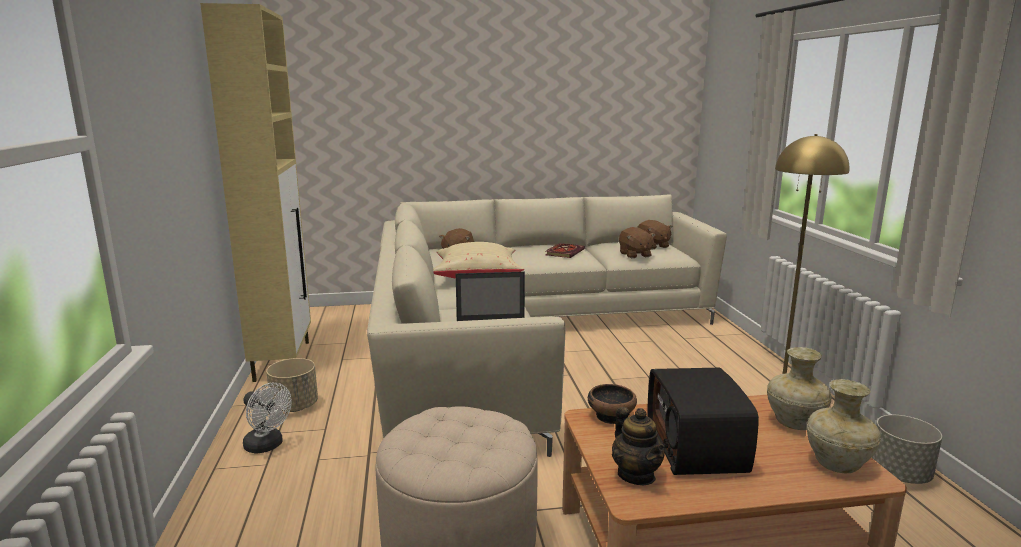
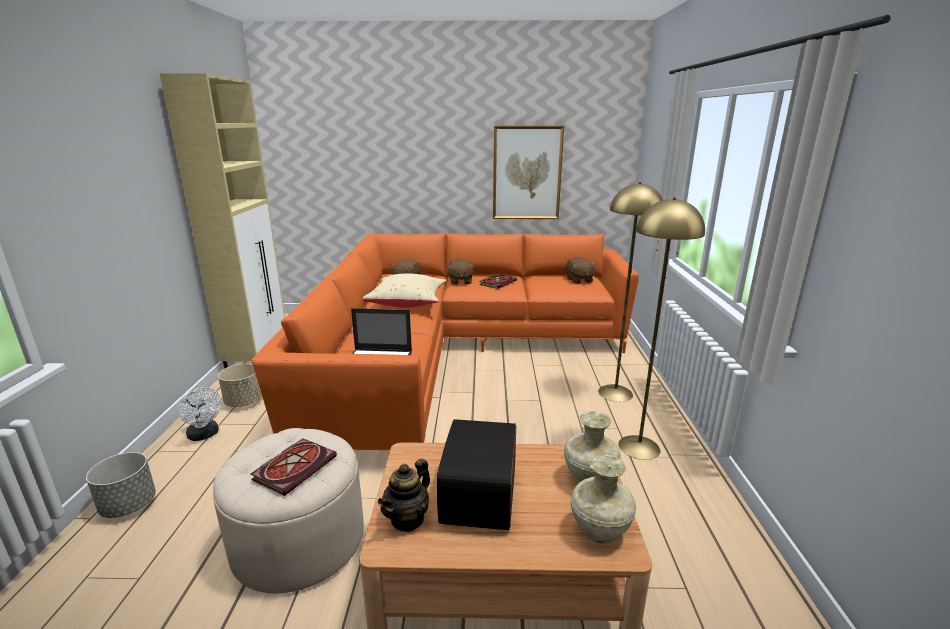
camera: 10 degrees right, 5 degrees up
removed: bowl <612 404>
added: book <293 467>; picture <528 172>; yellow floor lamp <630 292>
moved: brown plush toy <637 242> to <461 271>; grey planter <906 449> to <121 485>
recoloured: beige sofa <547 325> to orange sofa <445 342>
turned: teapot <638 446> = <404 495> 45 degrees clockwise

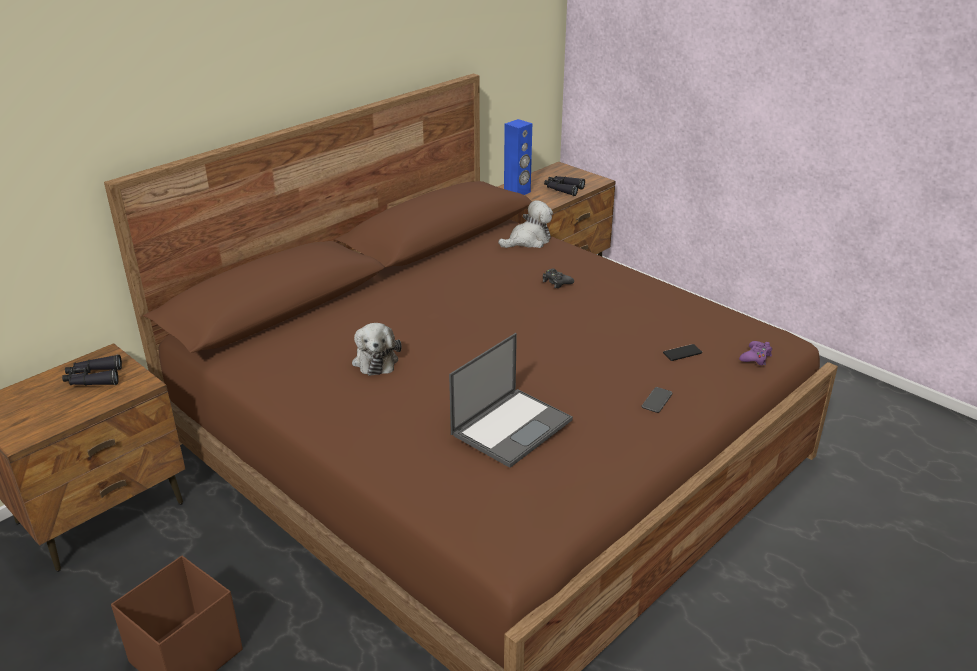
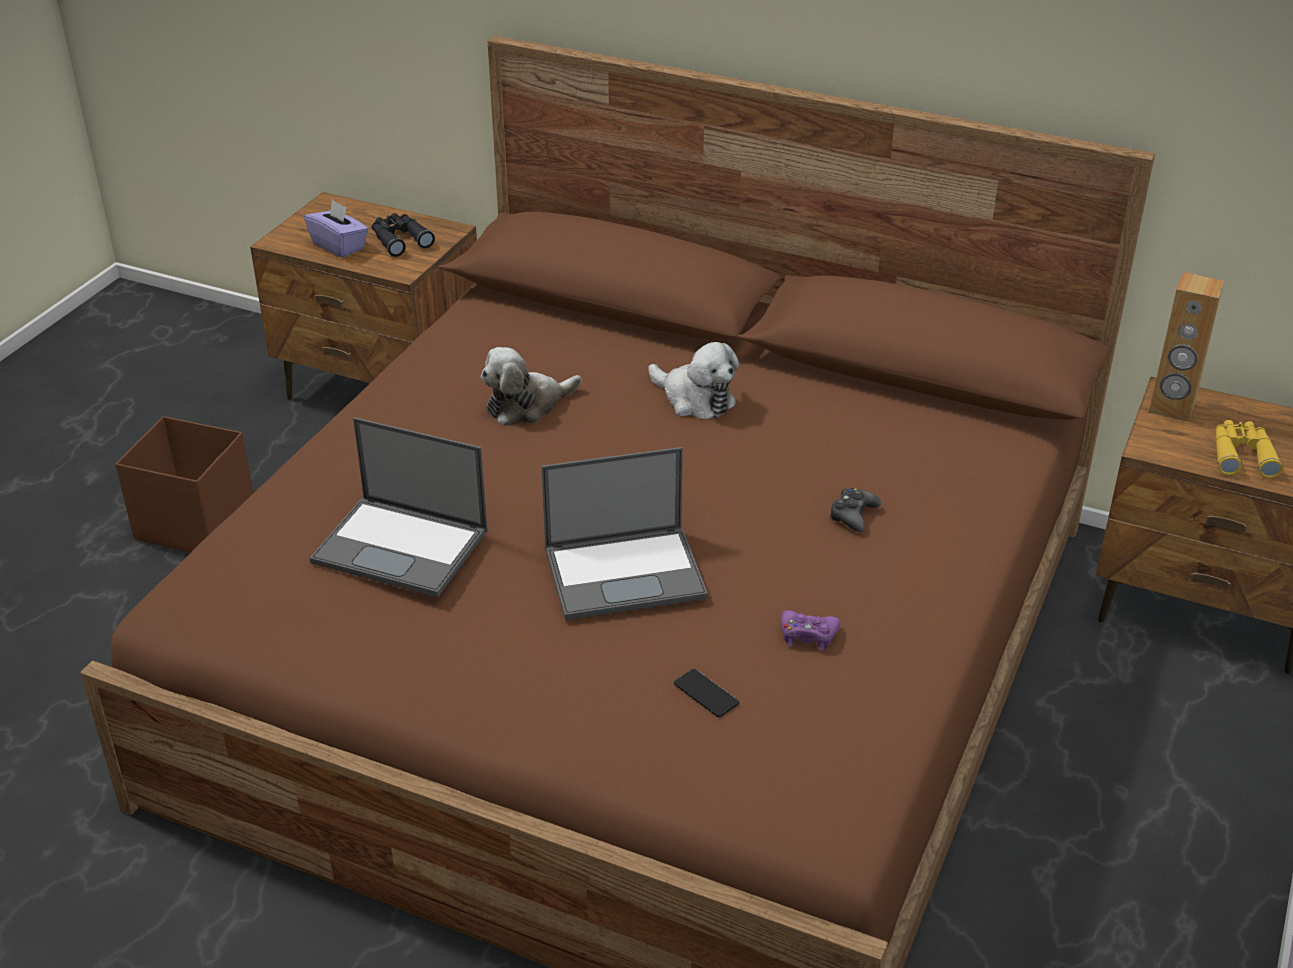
camera: 70 degrees right, 5 degrees up
removed: phone <657 400>
added: purple tissue box <336 229>; laptop <624 533>
moved: plush toy <525 224> to <693 380>; purple game controller <755 353> to <810 630>
recoloured: blue speaker <518 157> to brown speaker <1186 347>; black binoculars <564 186> to yellow binoculars <1249 449>

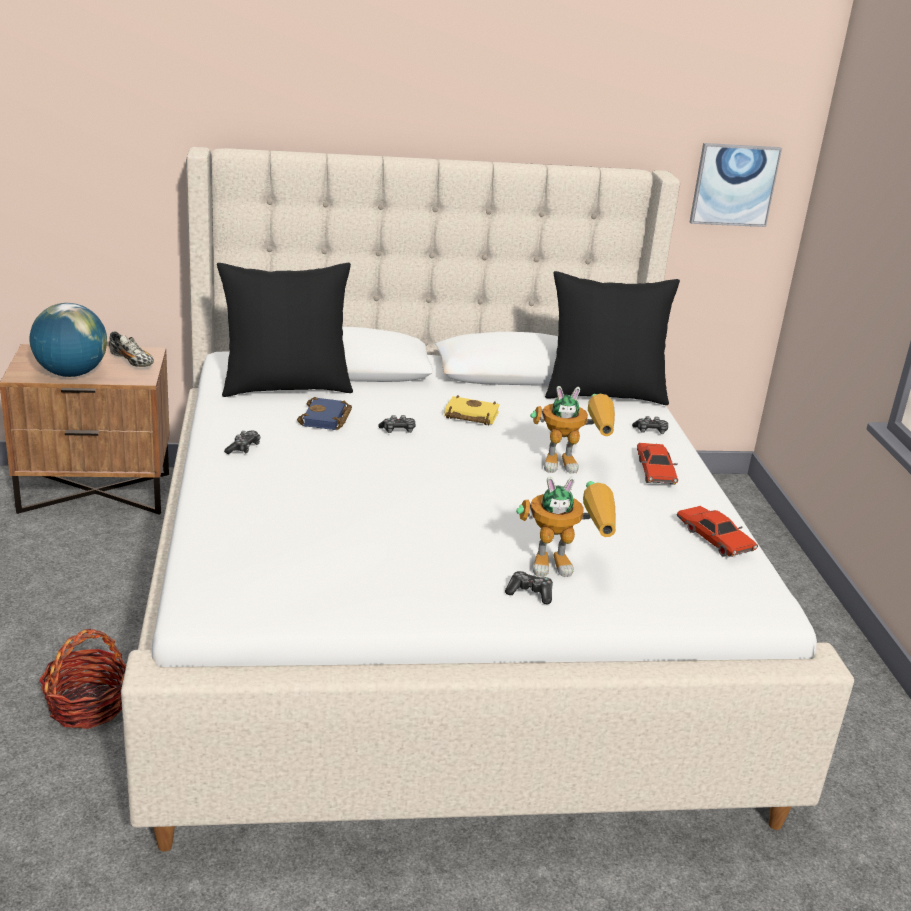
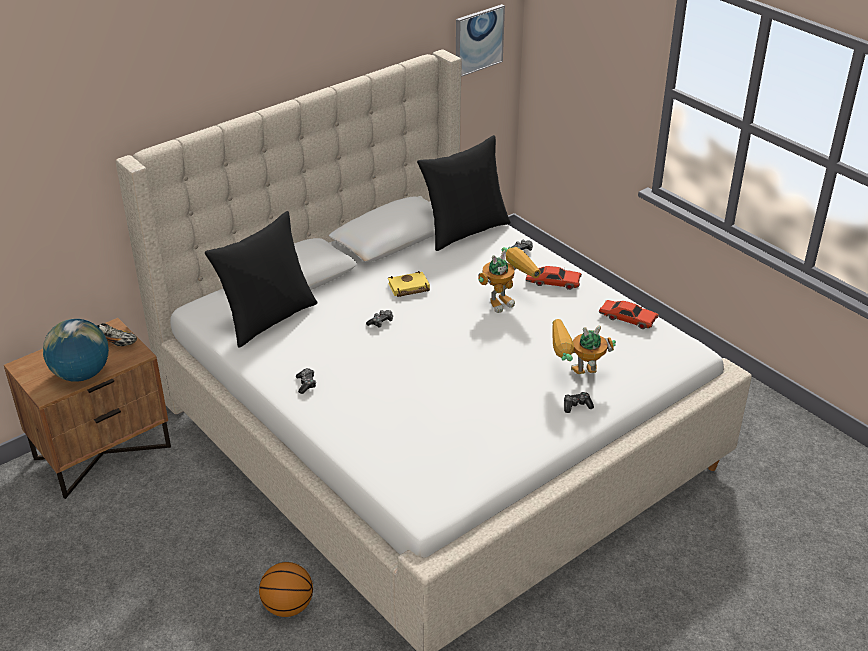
camera: 30 degrees left, 10 degrees up
removed: blue book <324 413>
replaced: basket <82 679> to basketball <286 589>
turned: toy robot <566 526> = <584 346> 150 degrees counterclockwise; red toy car <657 464> = <554 278> 45 degrees counterclockwise

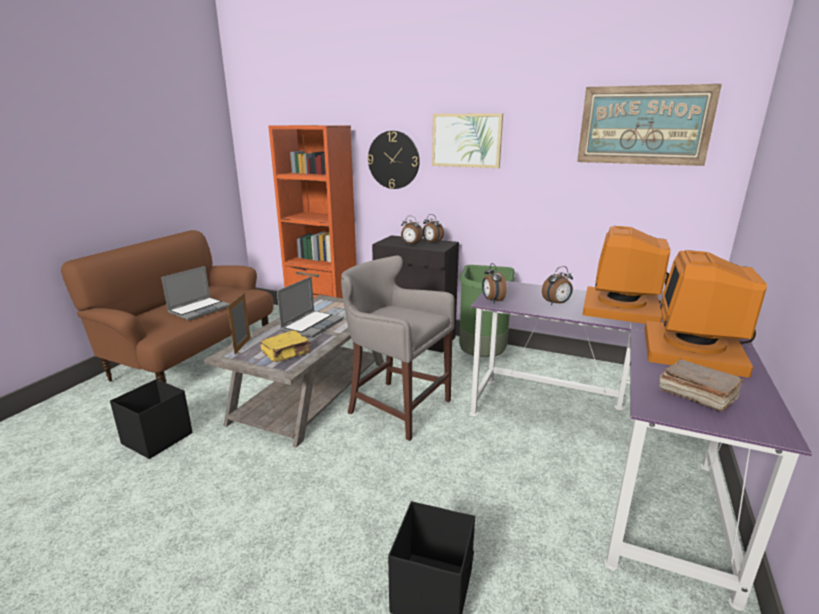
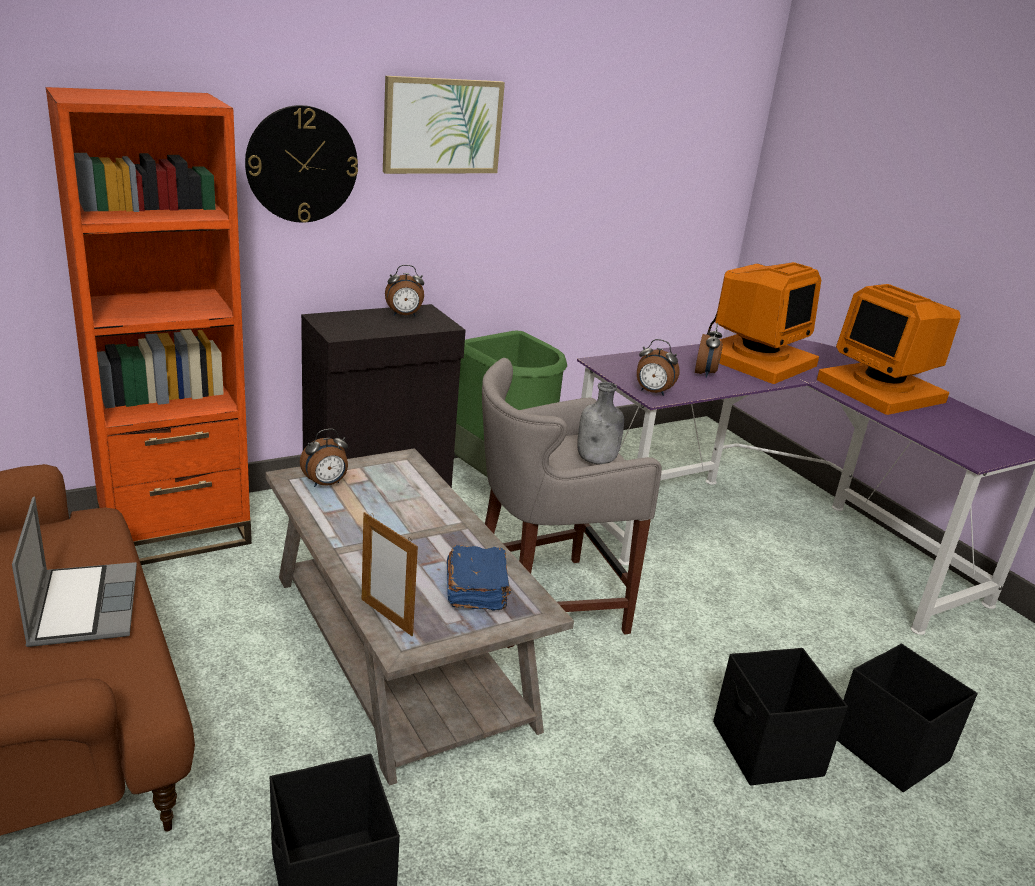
camera: 55 degrees left, 5 degrees up
removed: laptop <310 307>; picture <649 125>; brown book <701 385>
added: grey bottle <600 423>; black storage box <780 717>
moved: alarm clock <412 230> to <324 458>
recoloured: yellow book <285 346> to blue book <479 578>
turned: monitor <626 275> = <764 323> 105 degrees counterclockwise

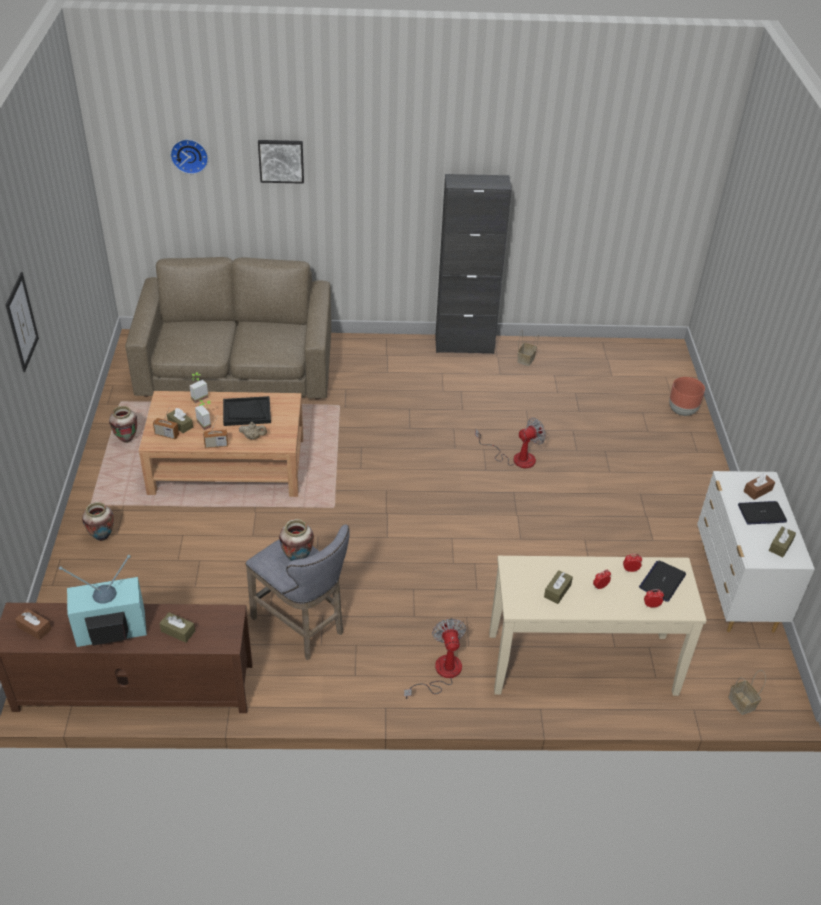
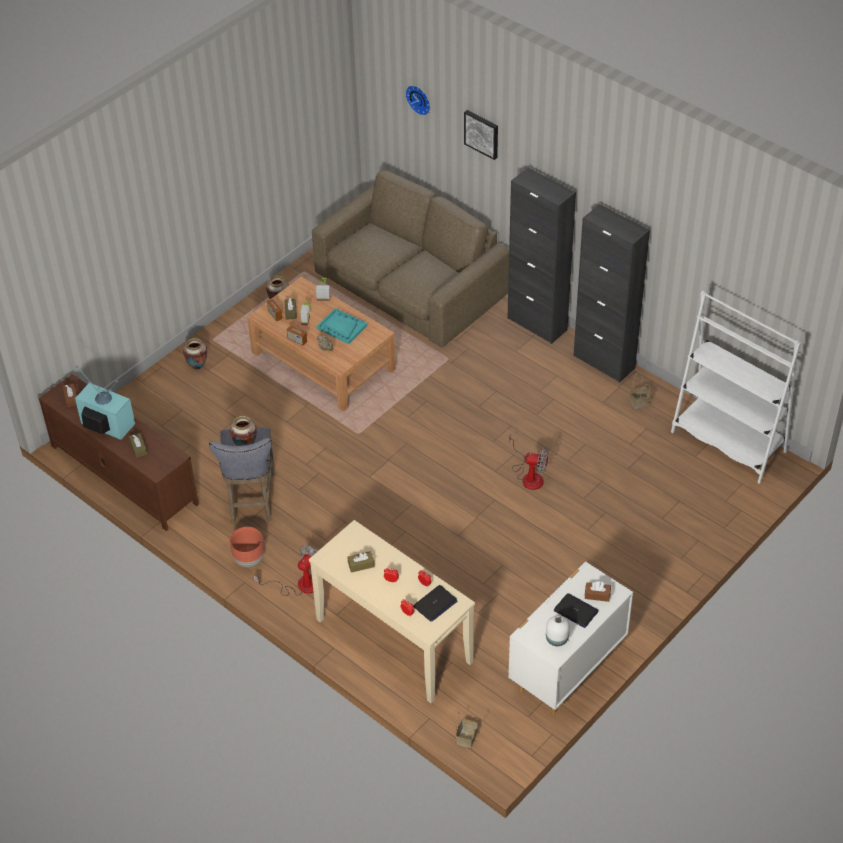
camera: 45 degrees right, 5 degrees up
removed: picture <22 322>
added: black cabinet <541 256>; white bookcase <736 387>
moved: brown planter <687 396> to <247 547>
replaced: brown tissue box <782 542> to white vase <558 630>
recoloured: black tray <247 411> to turquoise tray <342 326>
turned: laptop <662 581> = <435 603> 150 degrees clockwise

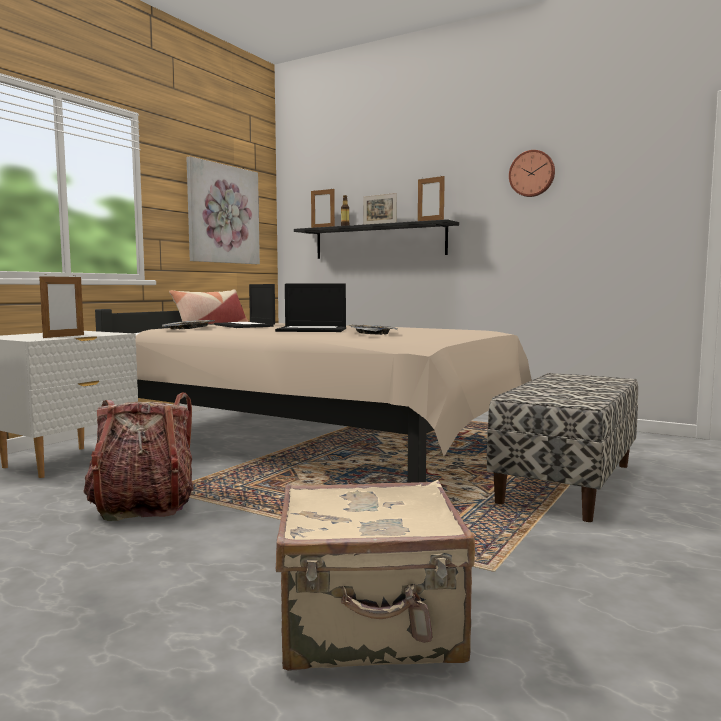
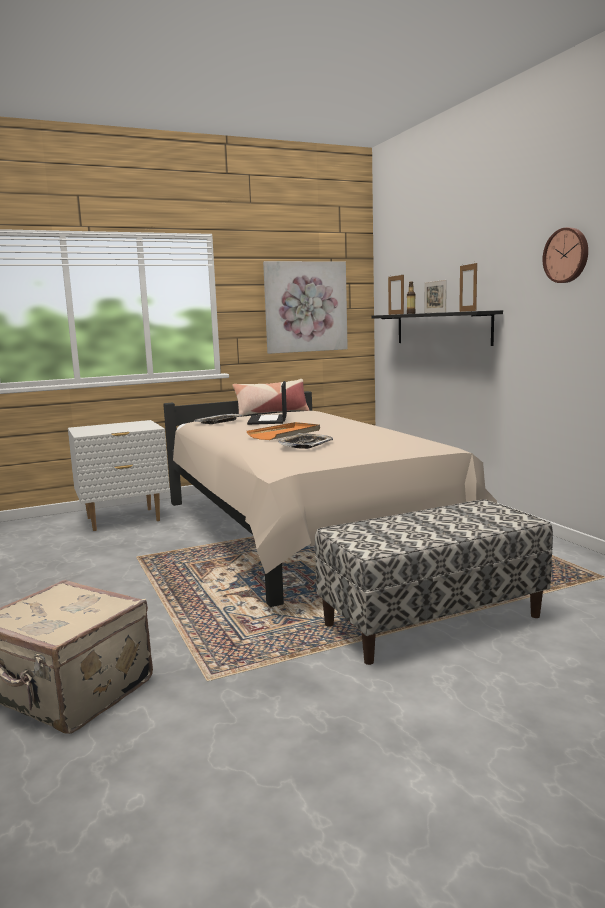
camera: 35 degrees right, 5 degrees up
removed: picture frame <61 306>; backpack <139 456>
replaced: laptop <310 308> to orange tray <283 431>

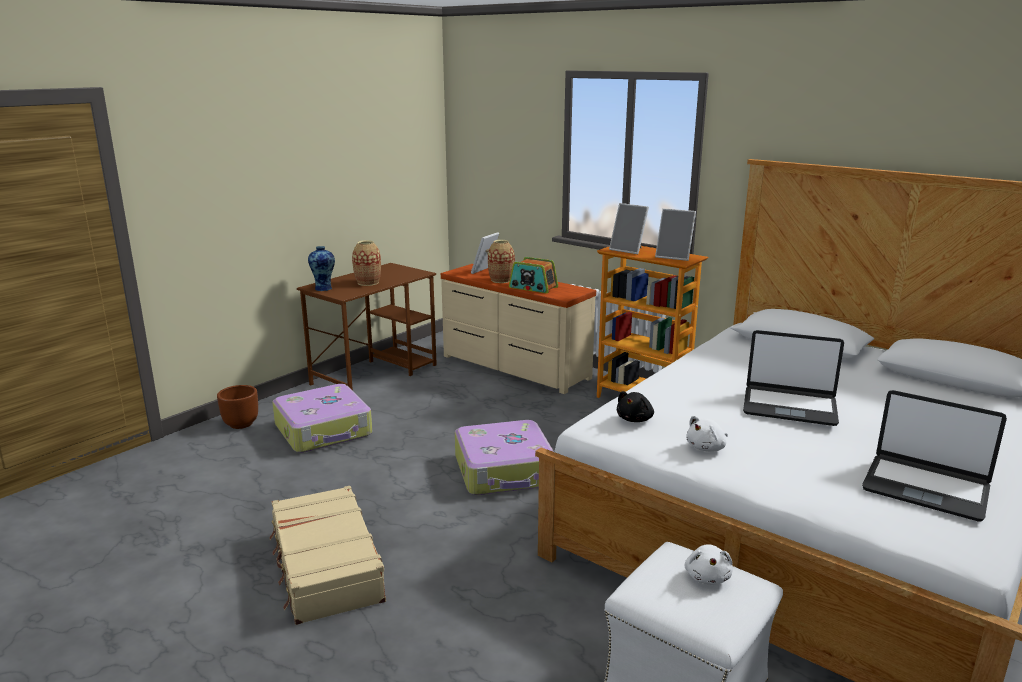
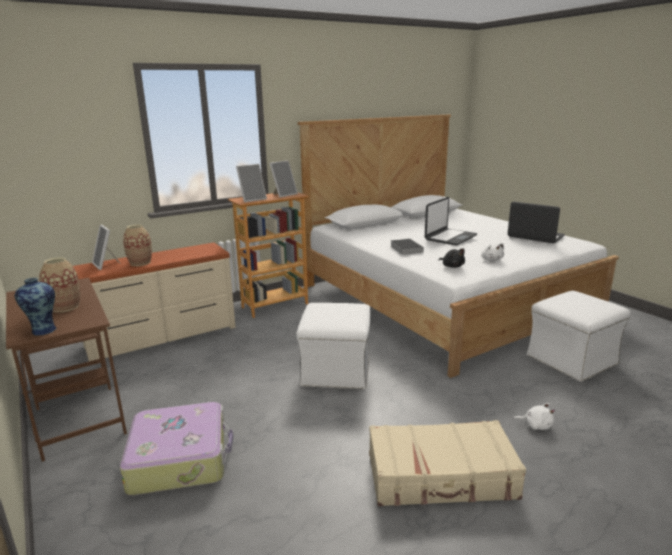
camera: 70 degrees left, 0 degrees up
removed: brown planter <237 407>; radio <533 275>
added: book <407 247>
moved: white plush toy <708 564> to <534 416>
replaced: suitcase <504 457> to white ottoman <334 346>
turned: laptop <934 455> = <536 222> 105 degrees counterclockwise

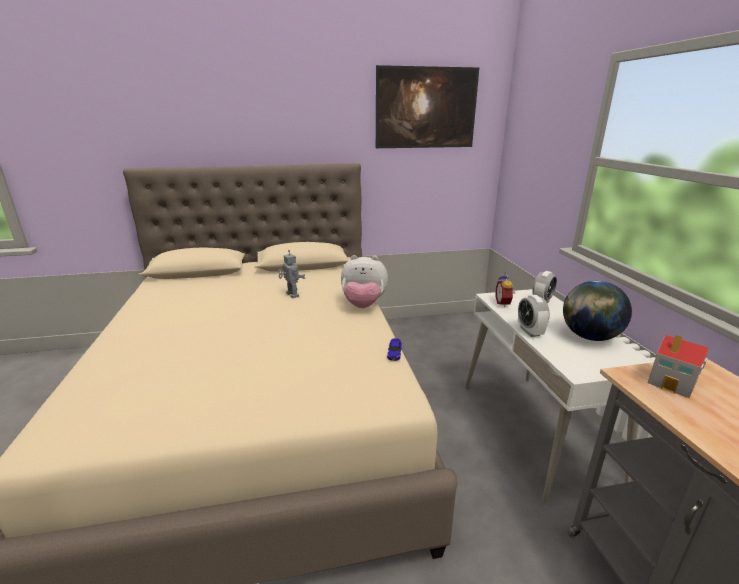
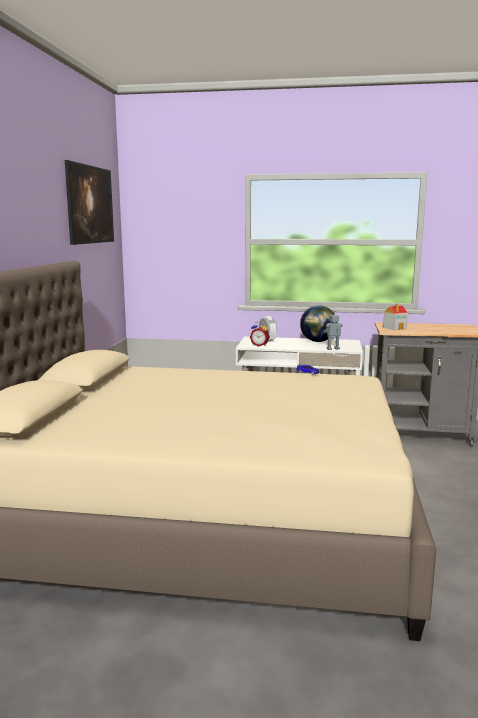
camera: 70 degrees left, 10 degrees down
removed: plush toy <364 281>; alarm clock <534 316>
moved: toy robot <291 274> to <332 330>

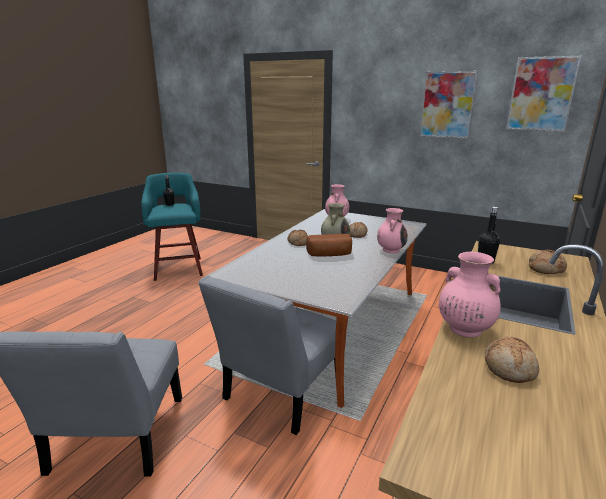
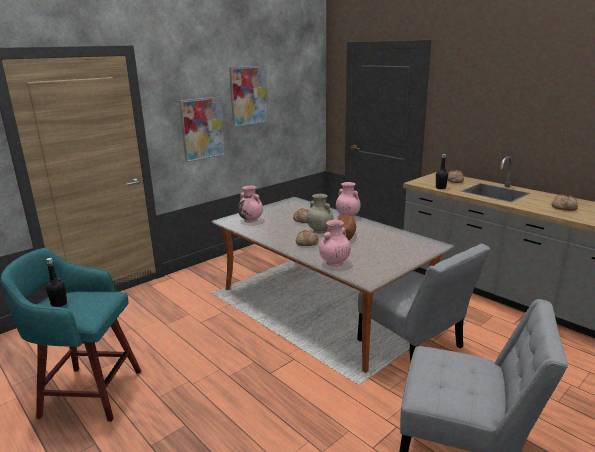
camera: 70 degrees left, 0 degrees up
moved: pink vase <470 295> to <335 243>; picture <543 93> to <202 129>

